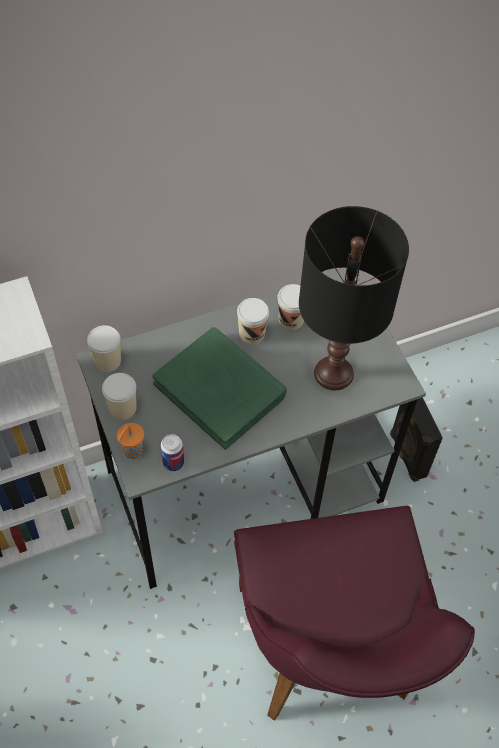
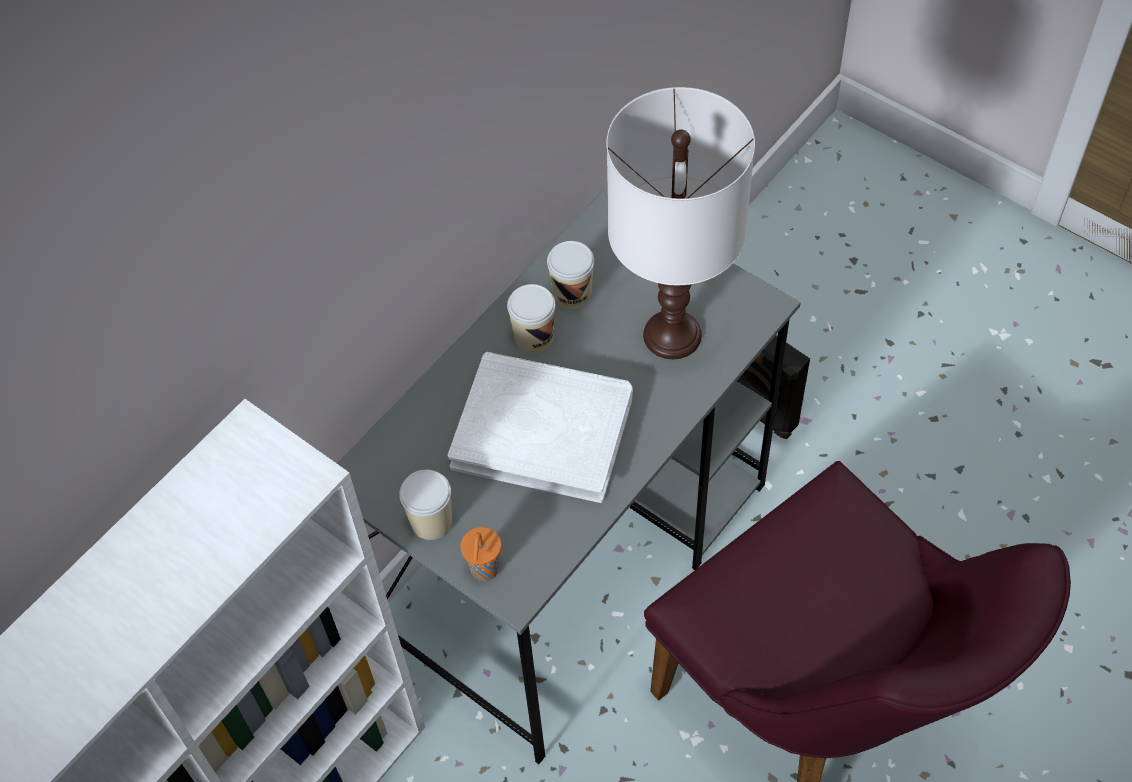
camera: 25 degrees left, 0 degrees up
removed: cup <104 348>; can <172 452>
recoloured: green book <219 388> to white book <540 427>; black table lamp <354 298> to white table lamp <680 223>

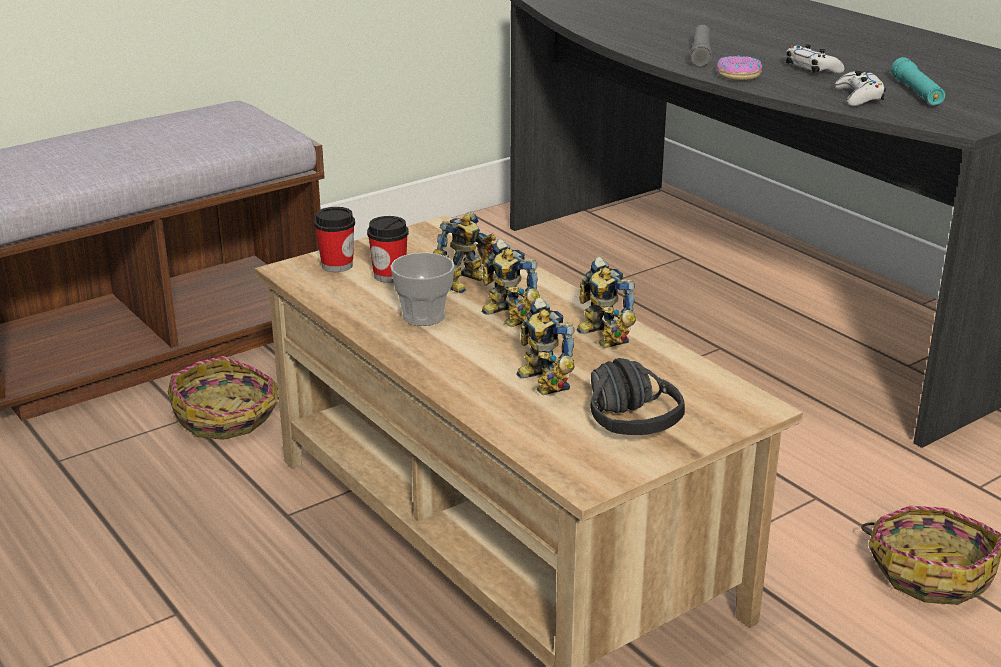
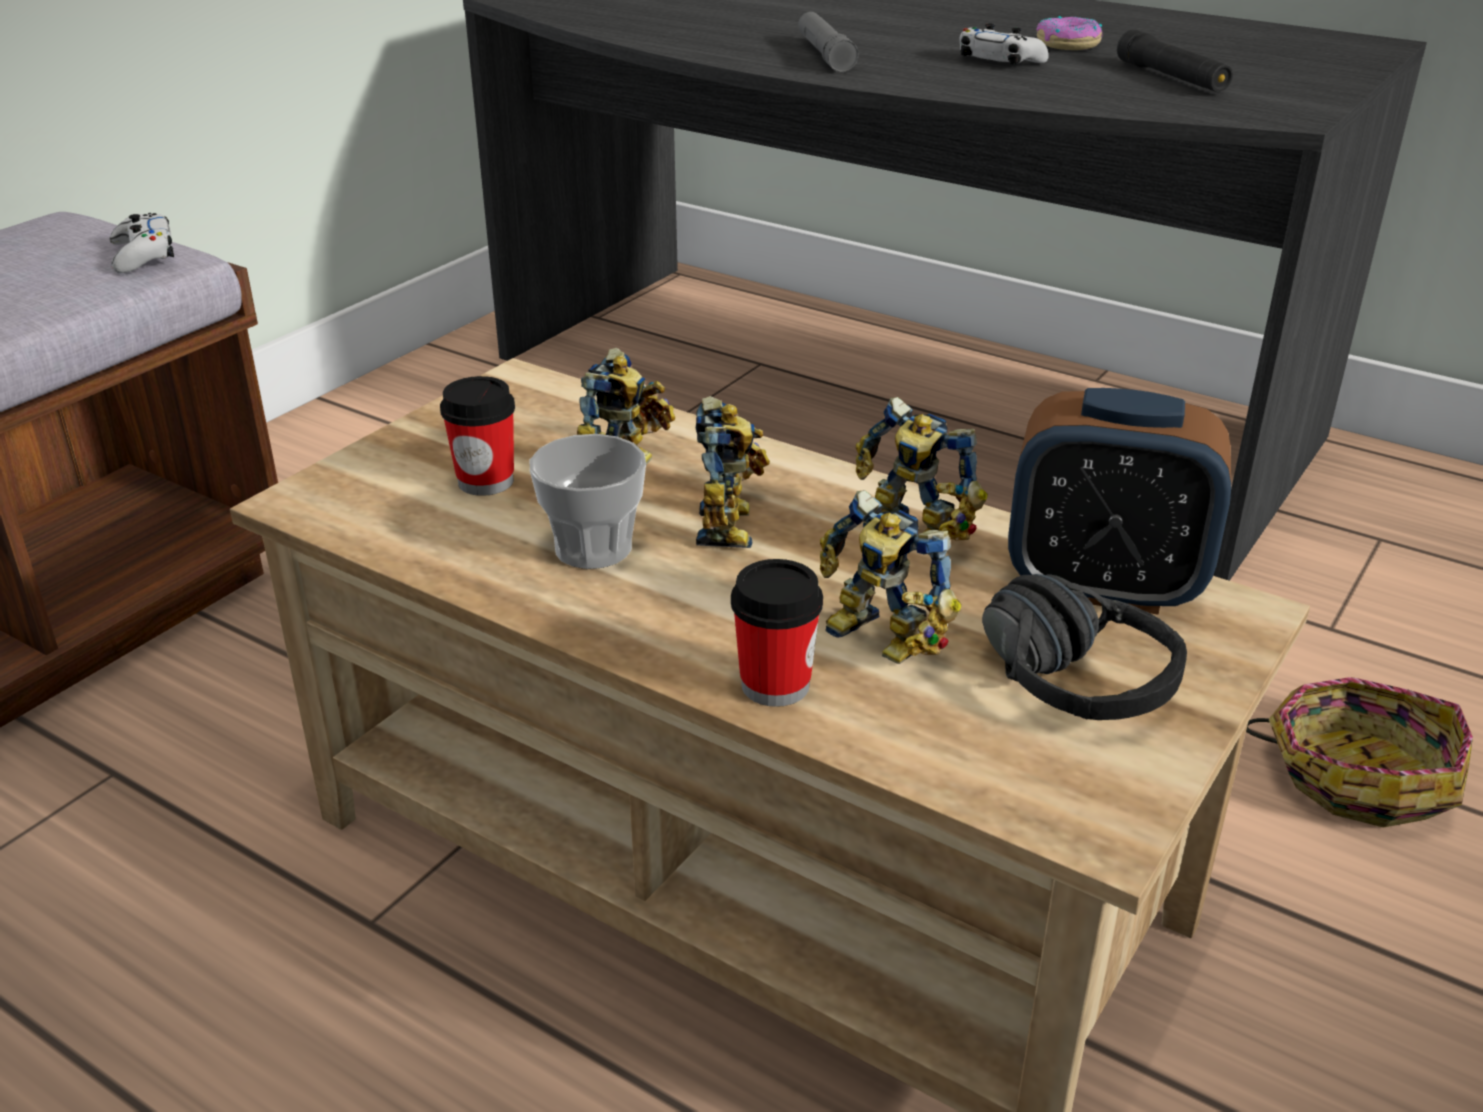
camera: 20 degrees left, 5 degrees up
removed: basket <223 398>
added: alarm clock <1119 501>
moved: cup <334 239> to <777 633>; donut <739 68> to <1069 33>; white game controller <860 88> to <142 243>
recoloured: turquoise flashlight <918 81> to black flashlight <1175 60>
turned: toy robot <511 283> = <733 472> 120 degrees counterclockwise

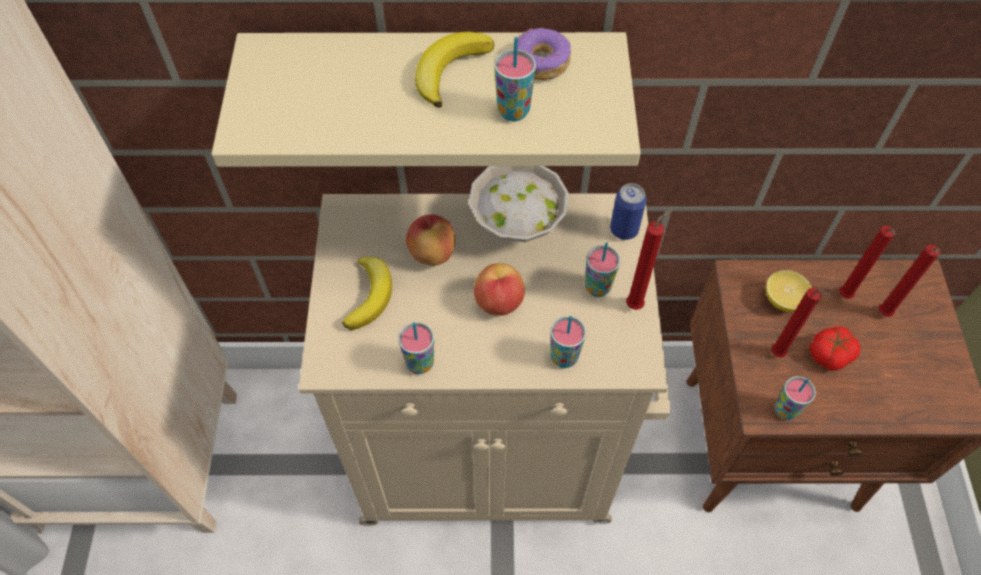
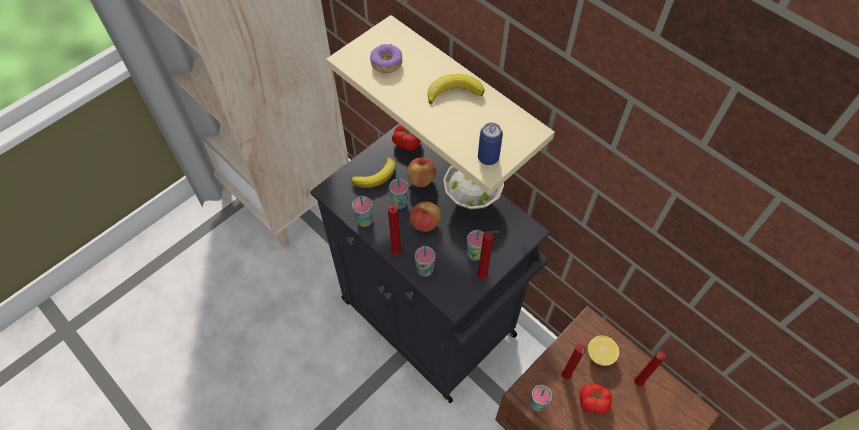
camera: 45 degrees right, 0 degrees up
added: tomato <406 137>
moved: cup <515 79> to <399 193>; donut <544 54> to <386 58>; can <628 211> to <490 143>; red candle <909 281> to <392 230>
recoloured: beige cabinet <485 359> to black cabinet <430 263>

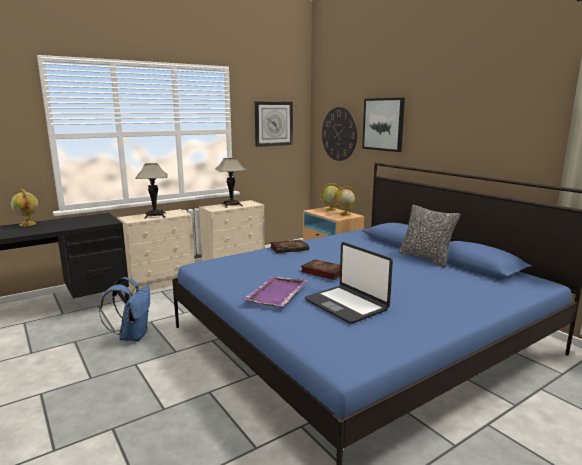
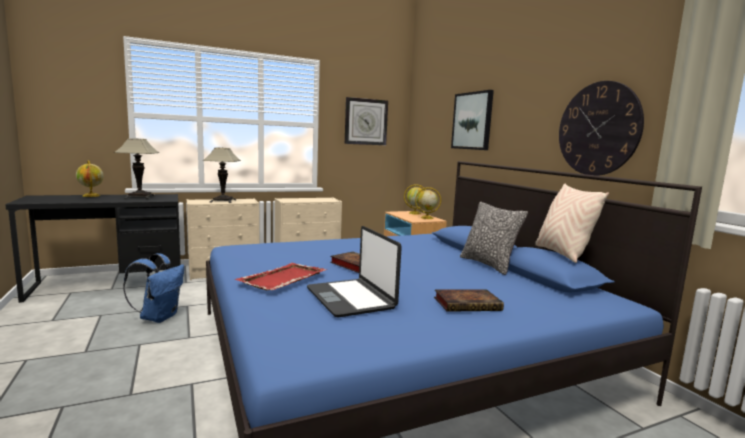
camera: 10 degrees right, 5 degrees down
added: beige pillow <572 223>
moved: table lamp <231 183> to <136 168>; book <289 246> to <469 300>; wall clock <339 134> to <601 128>
recoloured: purple tray <275 291> to red tray <280 276>

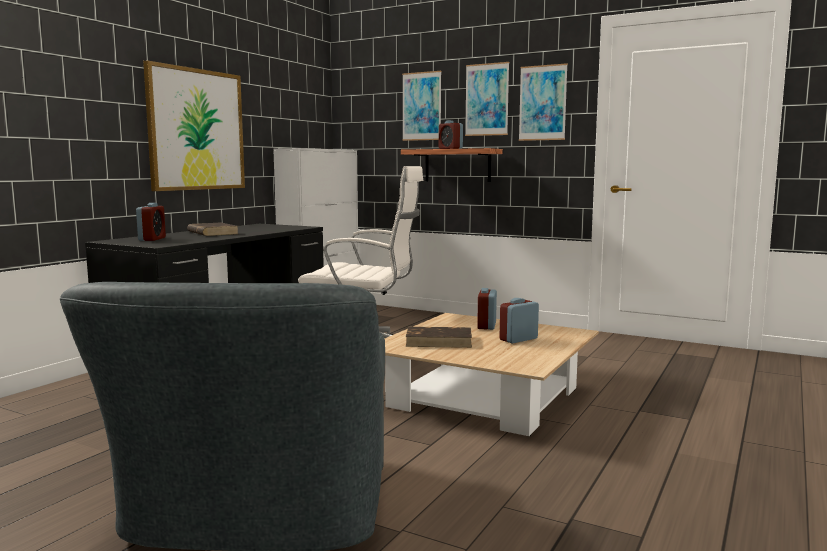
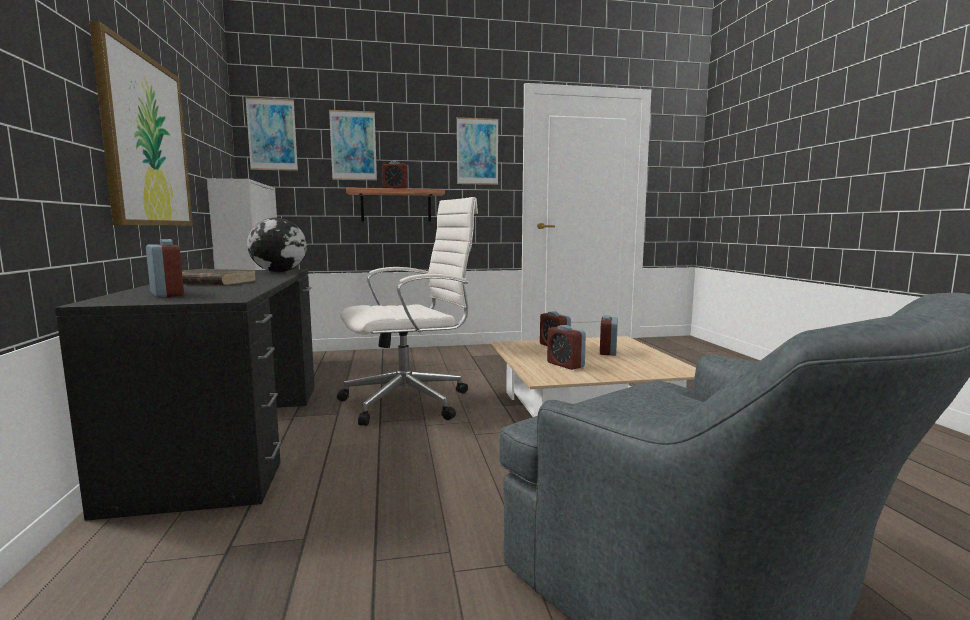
camera: 40 degrees left, 0 degrees up
added: globe <277 245>
moved: picture <487 99> to <271 134>
replaced: brown book <438 337> to alarm clock <566 347>

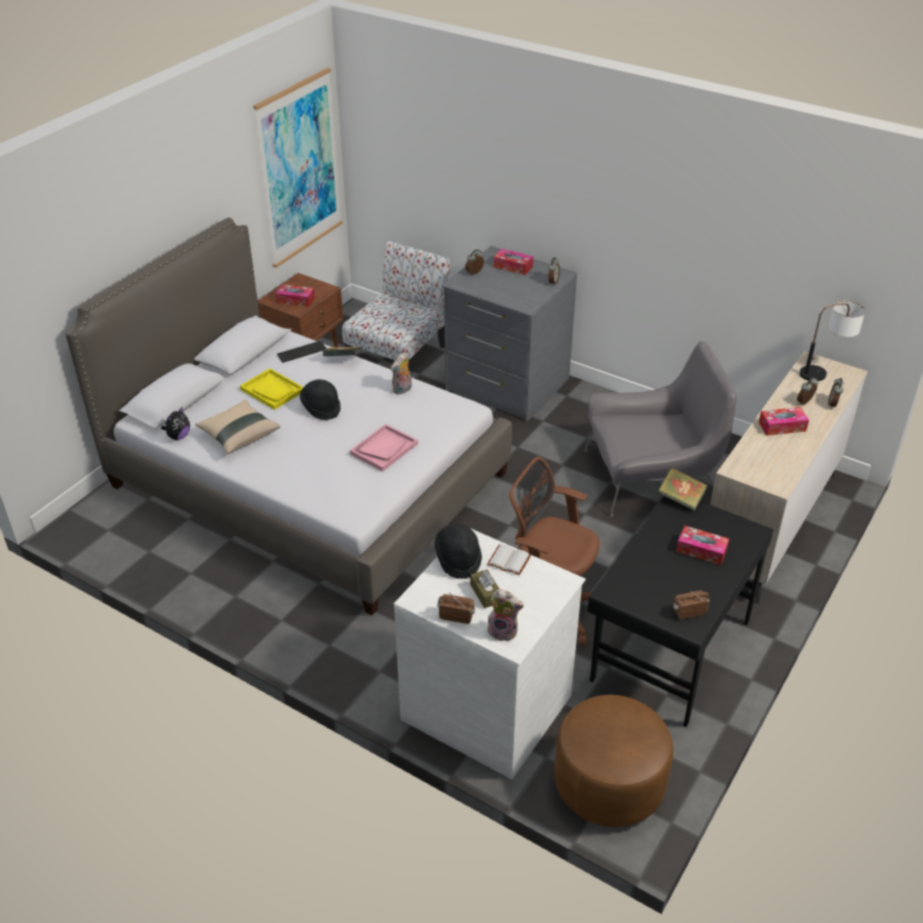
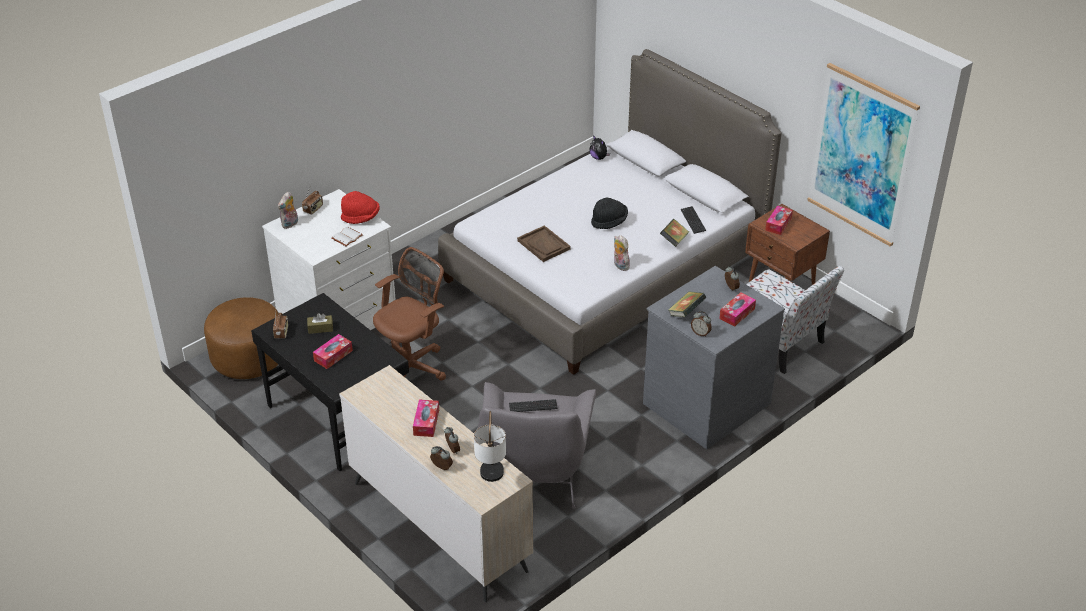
camera: 105 degrees right, 0 degrees up
removed: beige pillow <237 427>; yellow tray <271 389>
added: keyboard <533 405>
moved: brown tissue box <484 589> to <320 323>; book <683 489> to <687 304>
recoloured: pink tray <384 447> to brown tray <544 243>; black hat <458 551> to red hat <360 207>

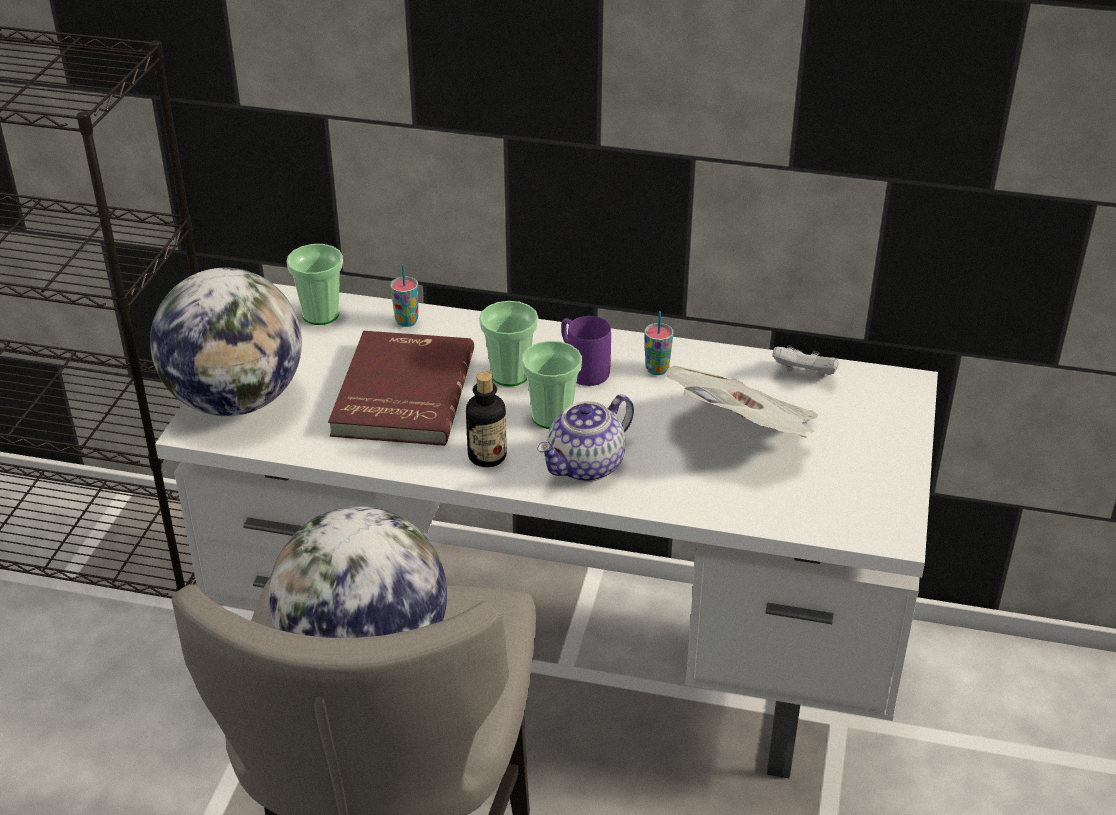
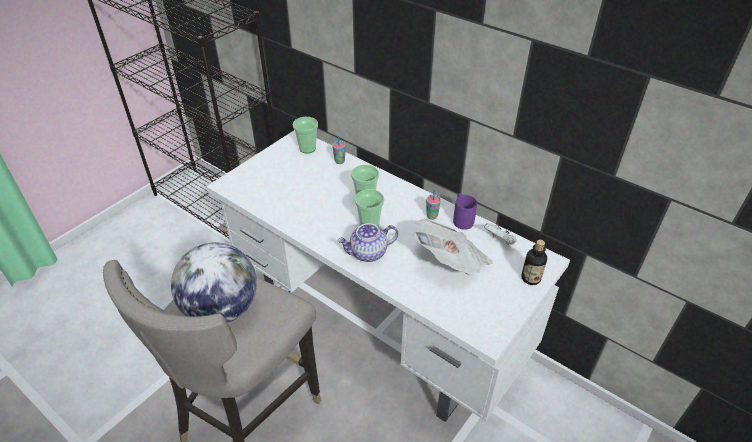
camera: 25 degrees right, 5 degrees up
removed: globe <226 342>; red book <401 388>
moved: bottle <486 419> to <534 262>; purple mug <586 351> to <465 211>

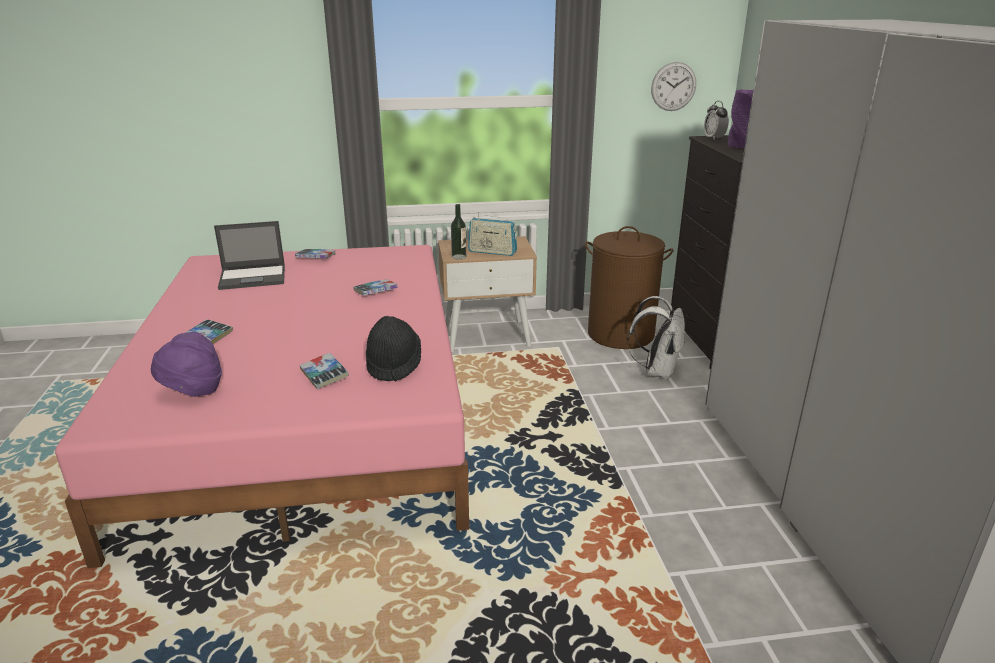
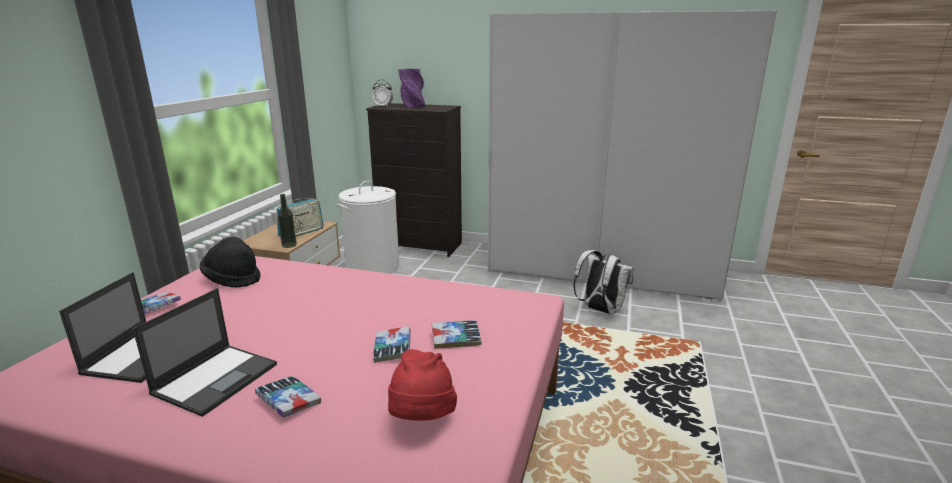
camera: 65 degrees left, 5 degrees down
removed: wall clock <673 86>
added: laptop <205 352>
moved: book <375 287> to <391 344>; black hat <393 349> to <230 262>; white backpack <656 338> to <603 282>
recoloured: purple hat <186 364> to red hat <422 384>; brown laundry basket <629 287> to white laundry basket <368 227>

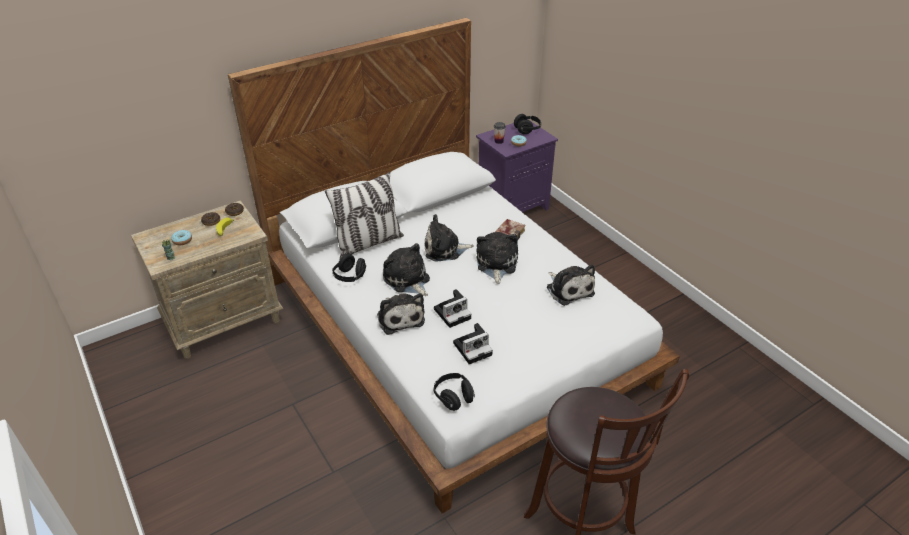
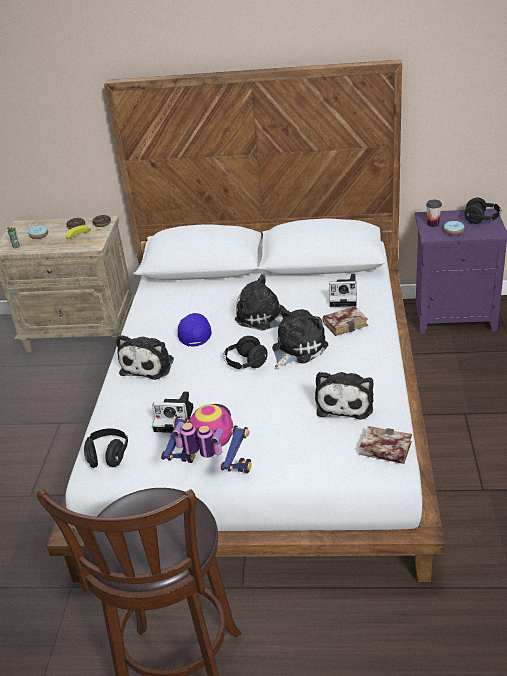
camera: 40 degrees right, 5 degrees down
removed: pillow <364 215>
added: toy robot <206 438>; book <385 445>
moved: black headphones <349 268> to <245 352>; photo camera <452 308> to <343 290>
replaced: plush toy <406 269> to blue cap <195 329>

